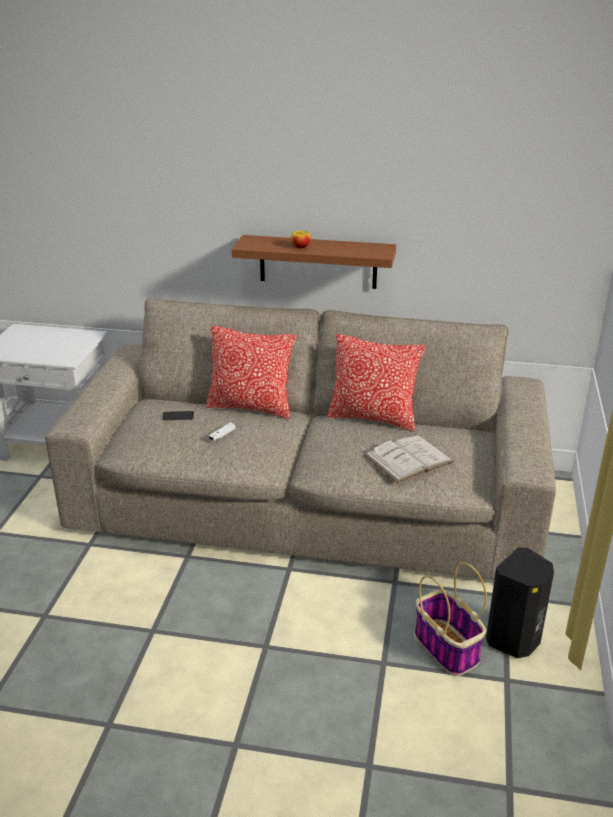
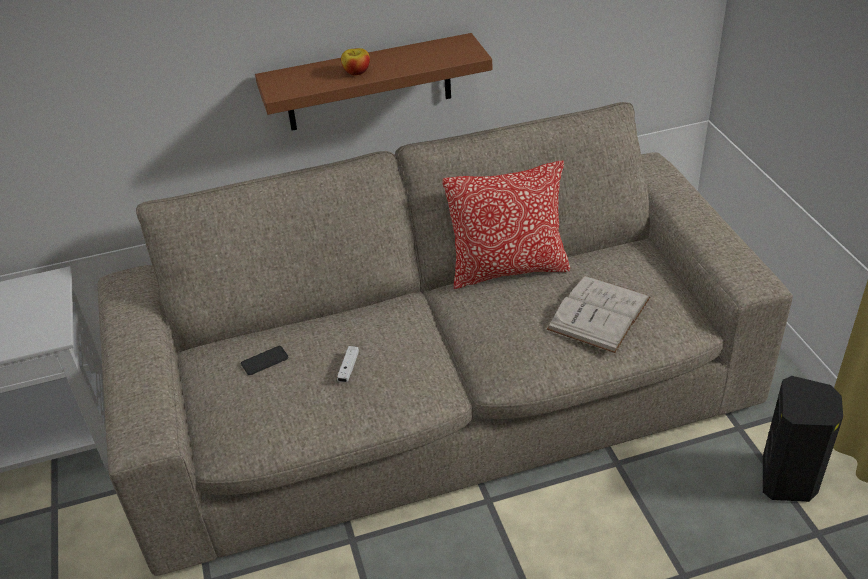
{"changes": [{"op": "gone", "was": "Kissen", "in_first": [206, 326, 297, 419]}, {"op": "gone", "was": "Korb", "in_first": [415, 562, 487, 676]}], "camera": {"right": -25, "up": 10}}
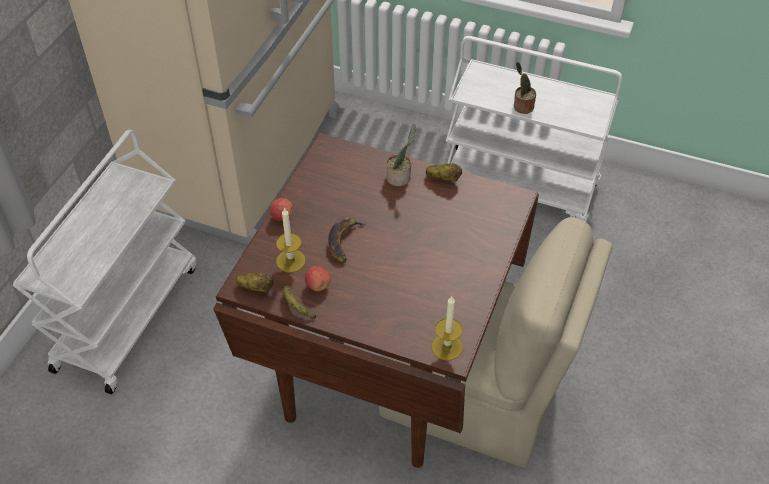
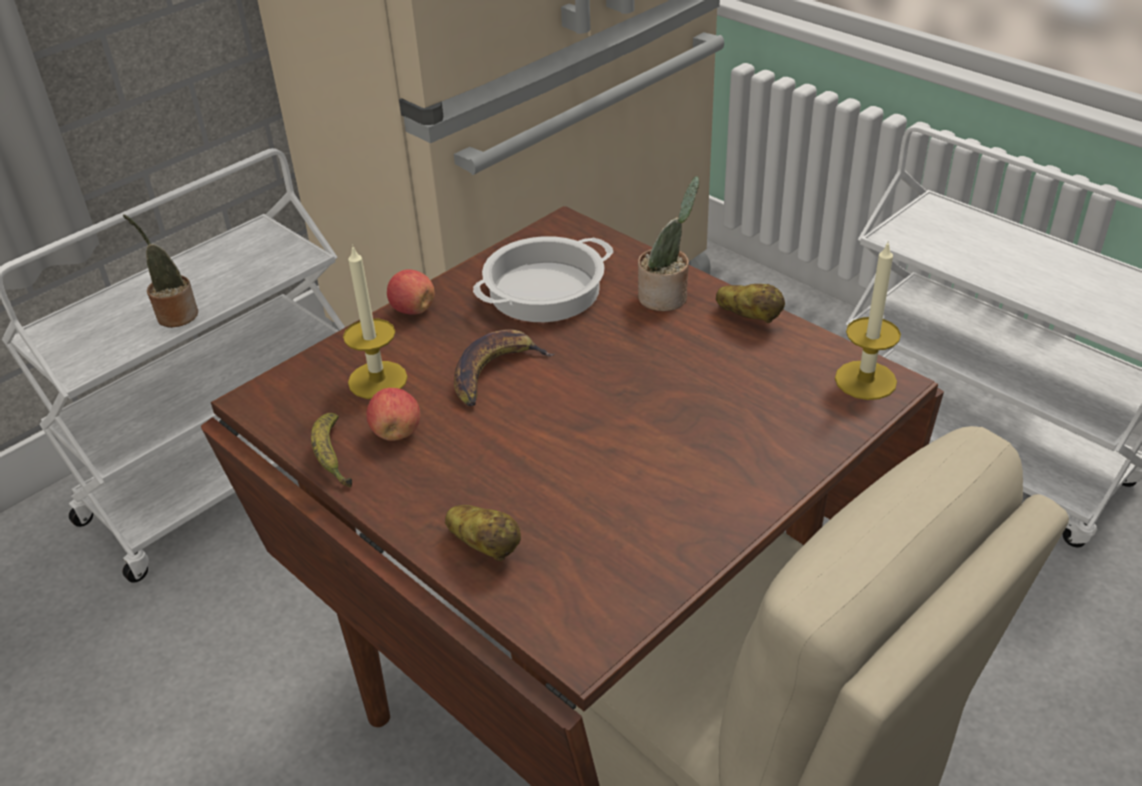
{"changes": [{"op": "shifted", "was": "Topfpflanze", "in_first": [514, 62, 536, 114], "in_second": [123, 215, 198, 328]}, {"op": "shifted", "was": "Kartoffel", "in_first": [236, 273, 274, 293], "in_second": [445, 505, 521, 561]}, {"op": "new", "now": "Kochtopf", "in_second": [473, 236, 614, 322]}, {"op": "shifted", "was": "Kerze", "in_first": [431, 296, 463, 361], "in_second": [835, 243, 901, 400]}], "camera": {"right": 25, "up": -10}}
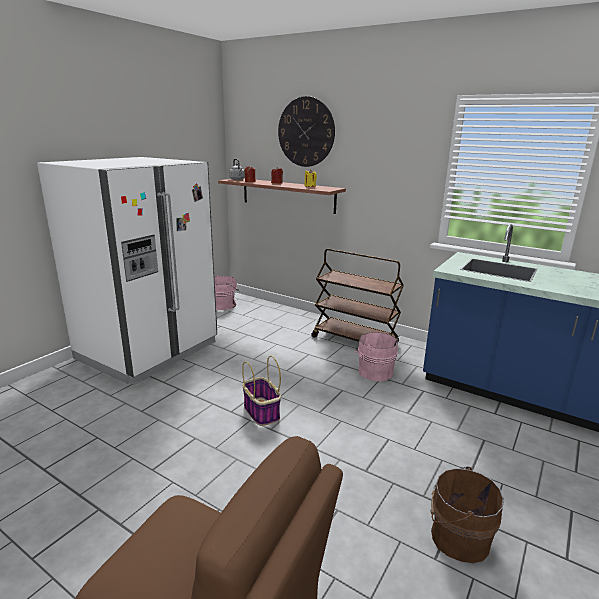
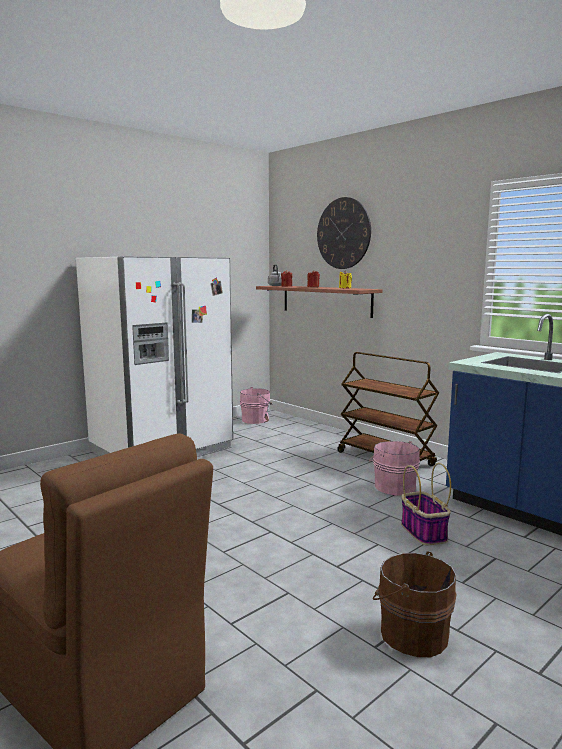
{"changes": [{"op": "shifted", "was": "Korb", "in_first": [242, 356, 281, 426], "in_second": [401, 463, 451, 545]}], "camera": {"right": 15, "up": -10}}
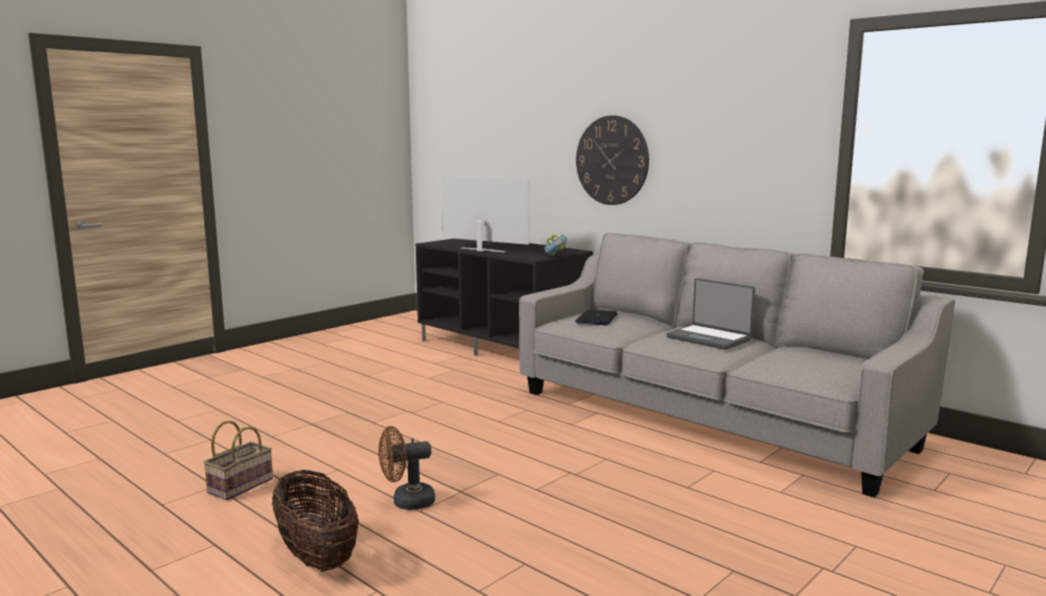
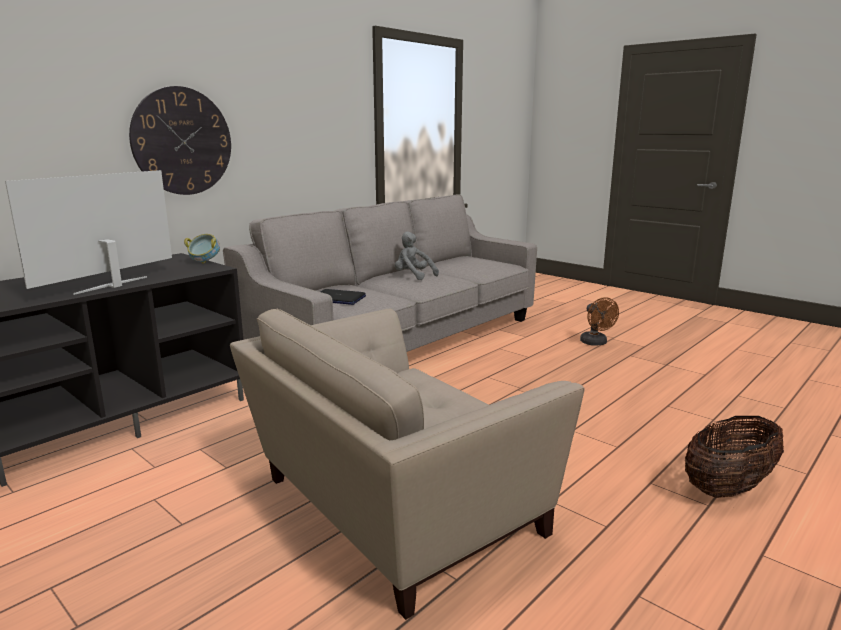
{"changes": [{"op": "new", "now": "Sessel [beige]", "in_second": [230, 309, 585, 620]}, {"op": "swapped", "was": "Laptop", "now": "Plüschtier [grau]", "in_first": [666, 278, 755, 350], "in_second": [395, 231, 439, 280]}, {"op": "shifted", "was": "Ventilator [braun]", "in_first": [378, 426, 435, 510], "in_second": [580, 297, 619, 346]}, {"op": "gone", "was": "Korb", "in_first": [203, 420, 273, 500]}], "camera": {"right": -90, "up": 5}}
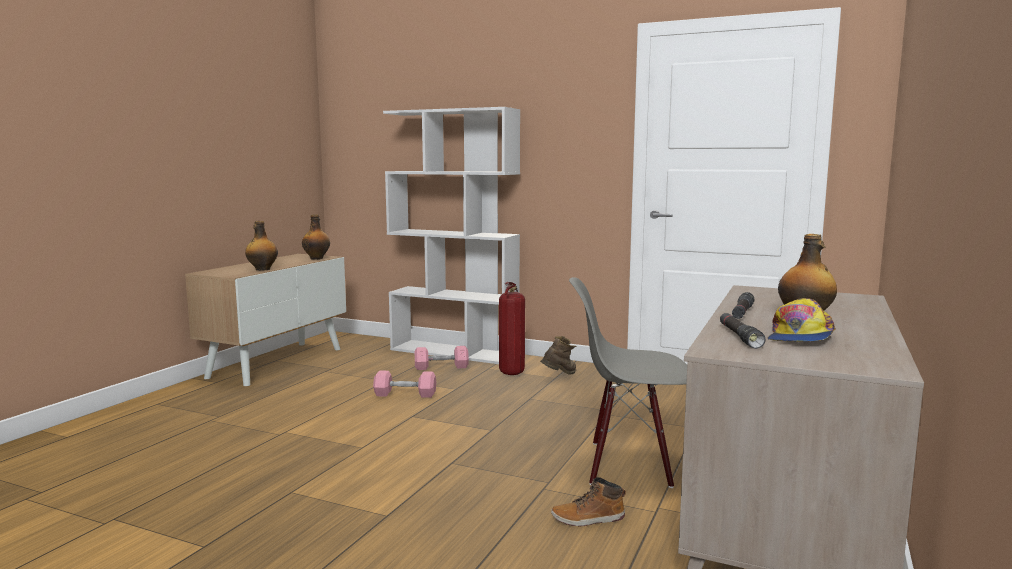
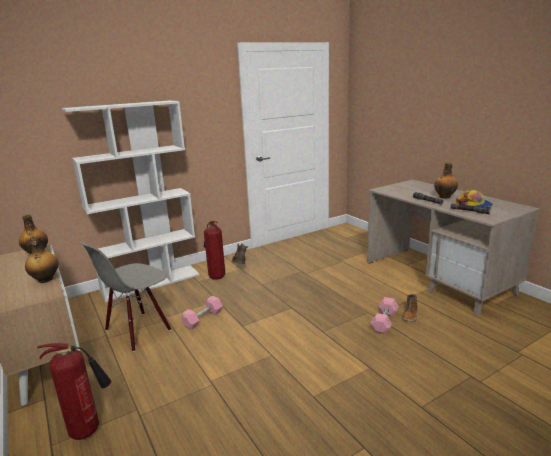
{"changes": [{"op": "new", "now": "Feuerlöscher", "in_second": [37, 343, 112, 440]}, {"op": "shifted", "was": "Stuhl [grau]", "in_first": [569, 277, 687, 488], "in_second": [79, 241, 171, 352]}, {"op": "shifted", "was": "Hantel [rosa]", "in_first": [415, 346, 469, 370], "in_second": [370, 297, 399, 334]}], "camera": {"right": -55, "up": 10}}
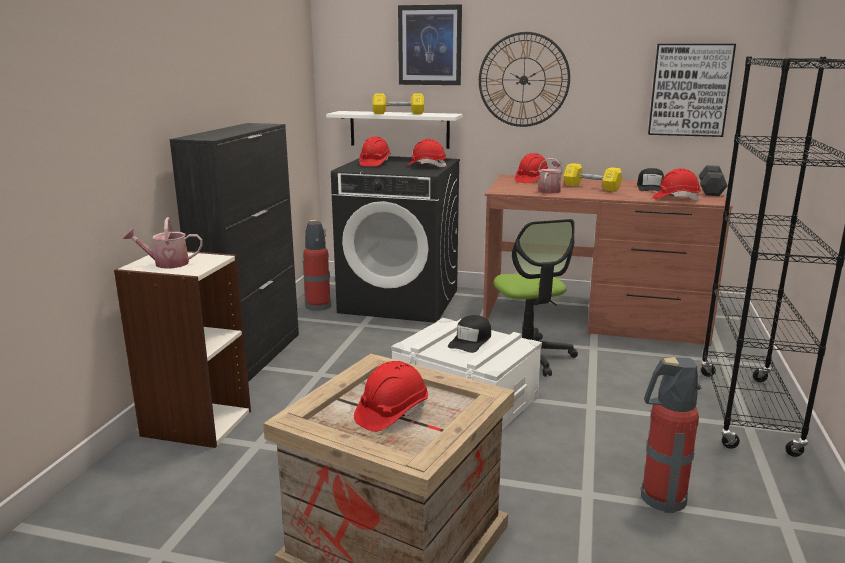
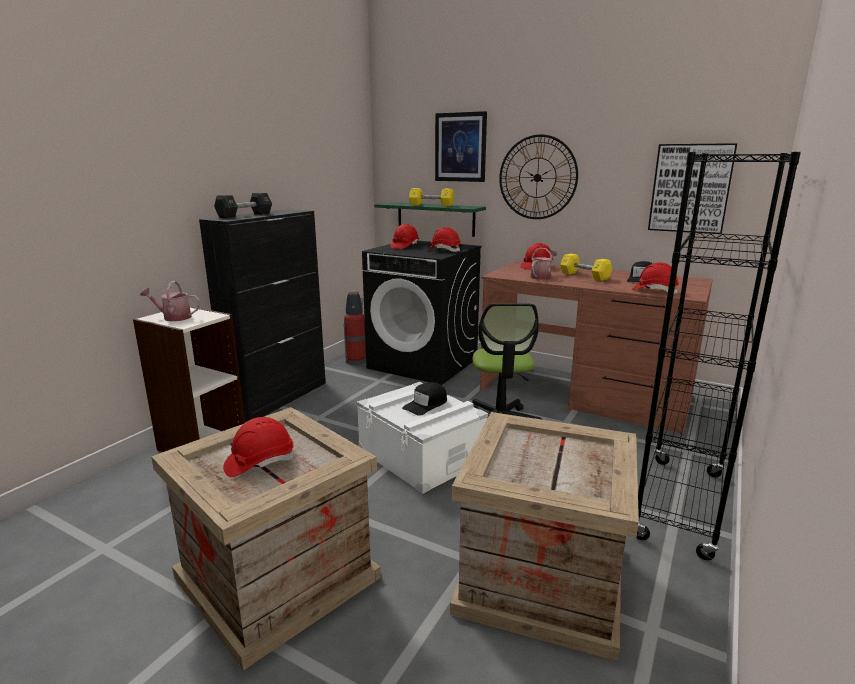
{"changes": [{"op": "shifted", "was": "Hantel [schwarz]", "in_first": [699, 165, 728, 196], "in_second": [214, 193, 272, 218]}, {"op": "repainted", "was": "Wandregal [weiß]", "now": "Wandregal [grün]", "in_first": [326, 111, 463, 149], "in_second": [374, 202, 486, 237]}, {"op": "swapped", "was": "Feuerlöscher", "now": "Kiste", "in_first": [641, 357, 702, 513], "in_second": [450, 412, 639, 661]}], "camera": {"right": 15, "up": 0}}
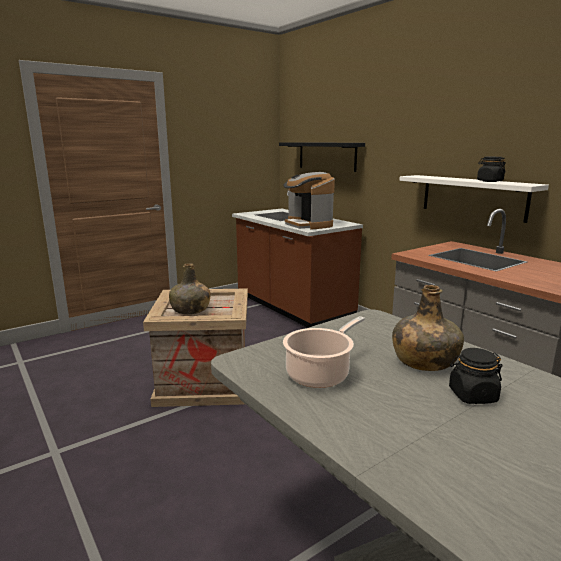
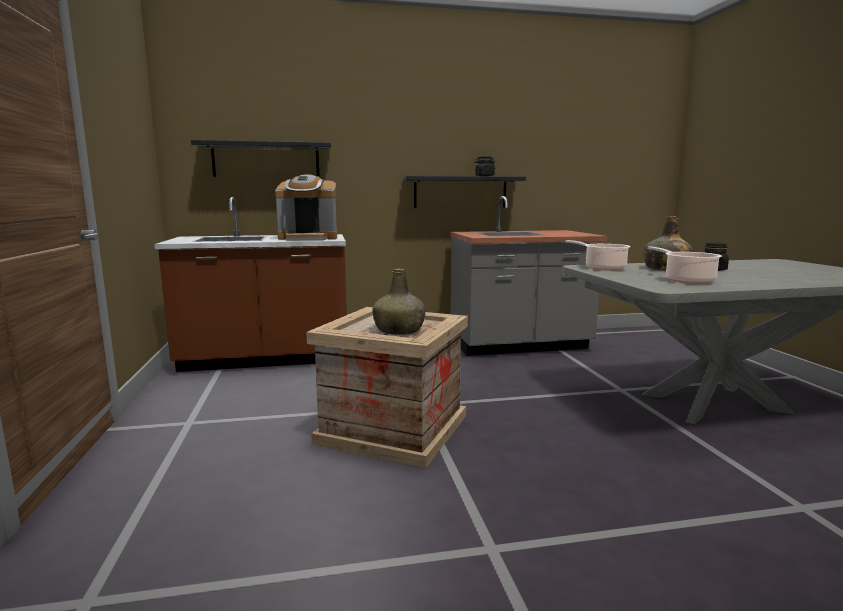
{"changes": [{"op": "repainted", "was": "Wandregal [weiß]", "now": "Wandregal [schwarz]", "in_first": [399, 175, 549, 223], "in_second": [403, 176, 526, 208]}, {"op": "new", "now": "Kochtopf", "in_second": [565, 240, 631, 271]}], "camera": {"right": -65, "up": -5}}
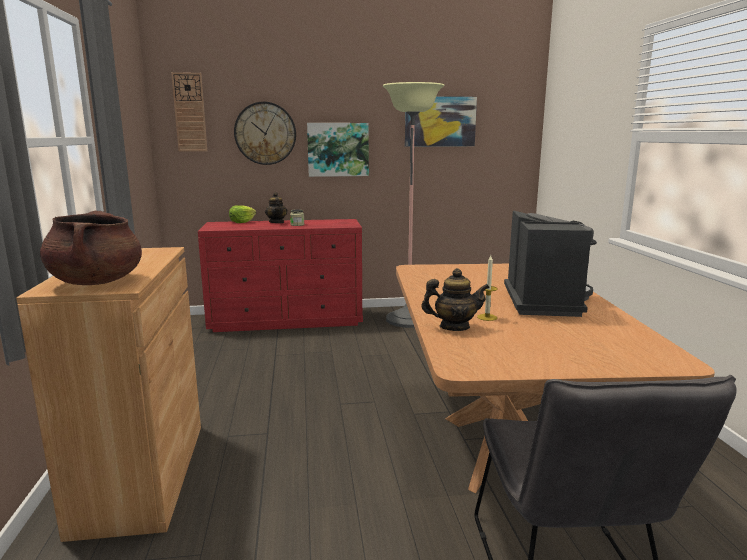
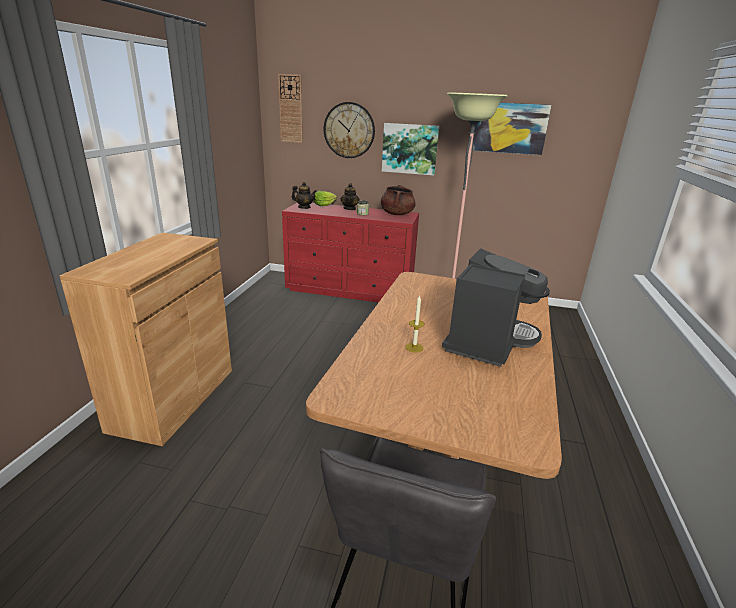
{"changes": [{"op": "shifted", "was": "Teekanne", "in_first": [421, 268, 490, 331], "in_second": [292, 182, 317, 209]}, {"op": "shifted", "was": "Kochtopf [braun]", "in_first": [40, 211, 142, 285], "in_second": [381, 185, 415, 215]}], "camera": {"right": 20, "up": 10}}
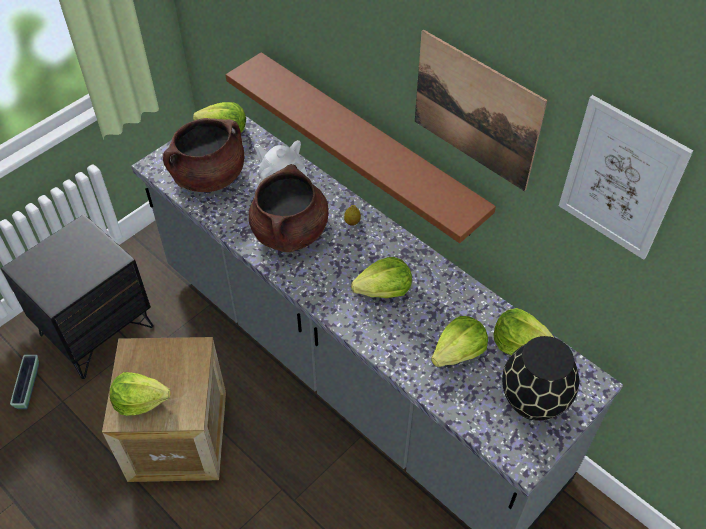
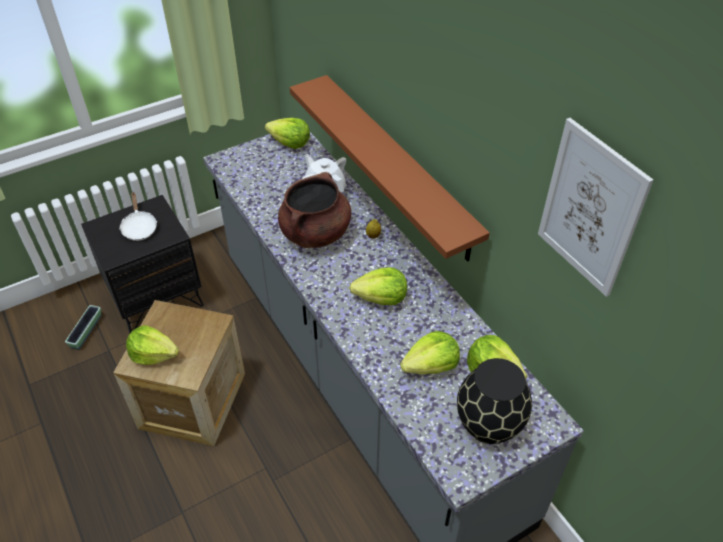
{"changes": [{"op": "new", "now": "Pfanne [weiß]", "in_second": [119, 192, 157, 241]}, {"op": "gone", "was": "Kochtopf [braun]", "in_first": [163, 118, 244, 192]}, {"op": "gone", "was": "Bild", "in_first": [415, 29, 547, 192]}], "camera": {"right": 15, "up": -5}}
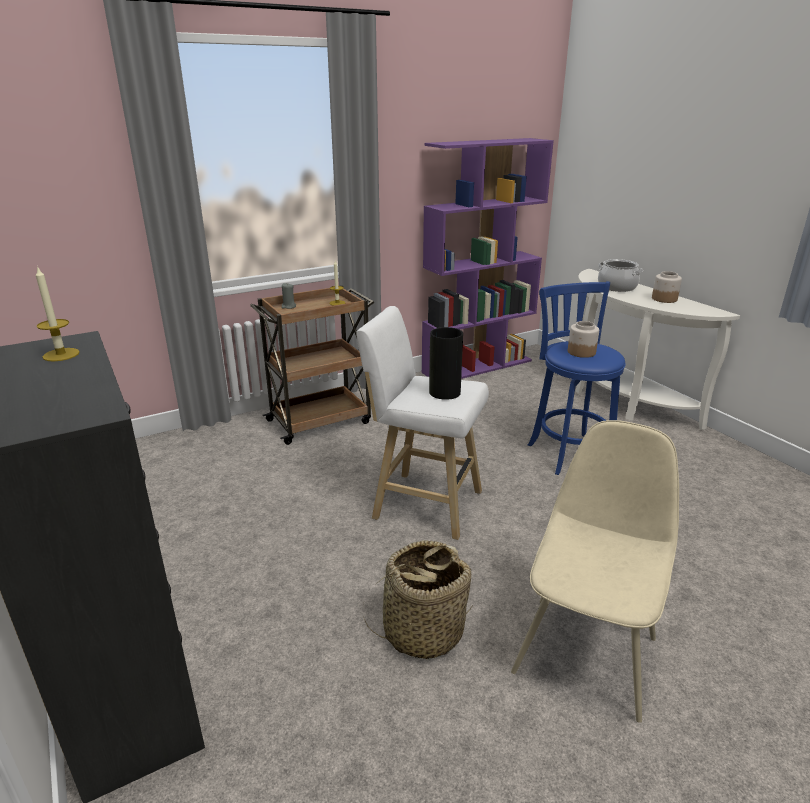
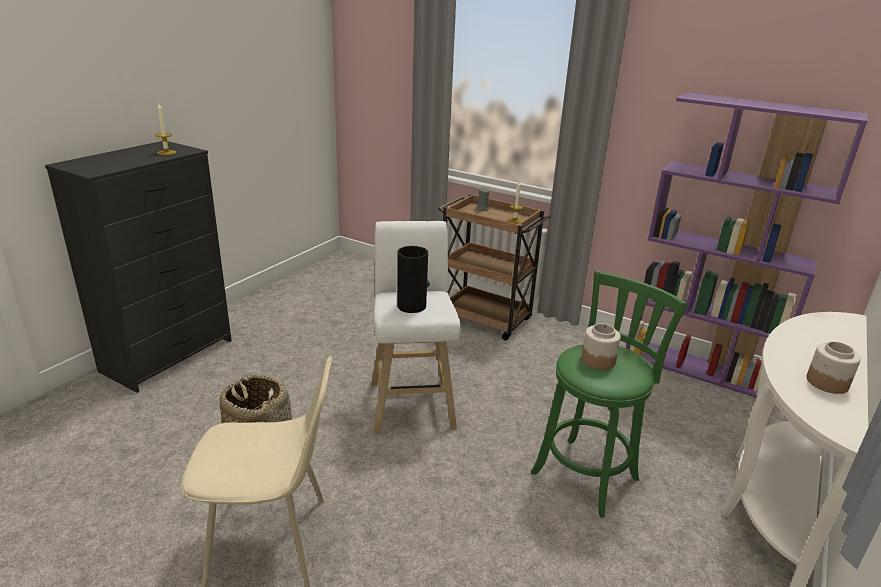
{"changes": [{"op": "repainted", "was": "Hocker [blau]", "now": "Hocker [grün]", "in_first": [528, 281, 626, 475], "in_second": [531, 271, 687, 518]}, {"op": "gone", "was": "Kochtopf", "in_first": [598, 259, 643, 292]}], "camera": {"right": 60, "up": 0}}
